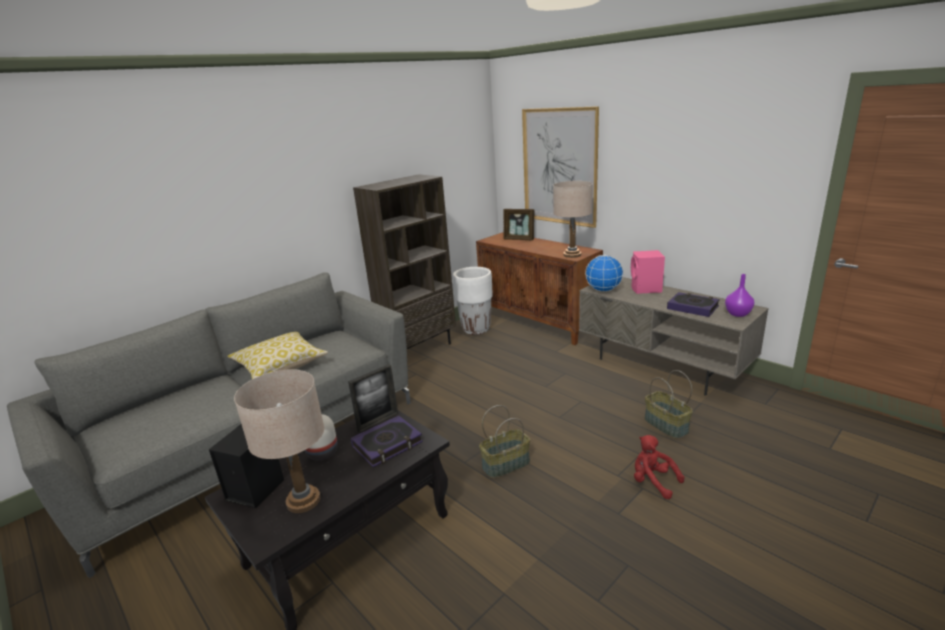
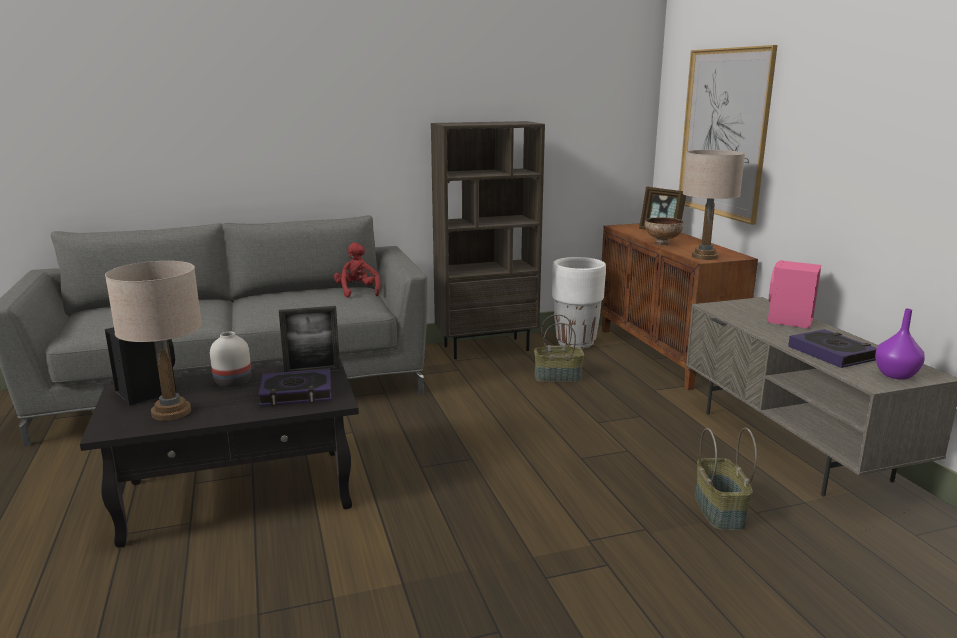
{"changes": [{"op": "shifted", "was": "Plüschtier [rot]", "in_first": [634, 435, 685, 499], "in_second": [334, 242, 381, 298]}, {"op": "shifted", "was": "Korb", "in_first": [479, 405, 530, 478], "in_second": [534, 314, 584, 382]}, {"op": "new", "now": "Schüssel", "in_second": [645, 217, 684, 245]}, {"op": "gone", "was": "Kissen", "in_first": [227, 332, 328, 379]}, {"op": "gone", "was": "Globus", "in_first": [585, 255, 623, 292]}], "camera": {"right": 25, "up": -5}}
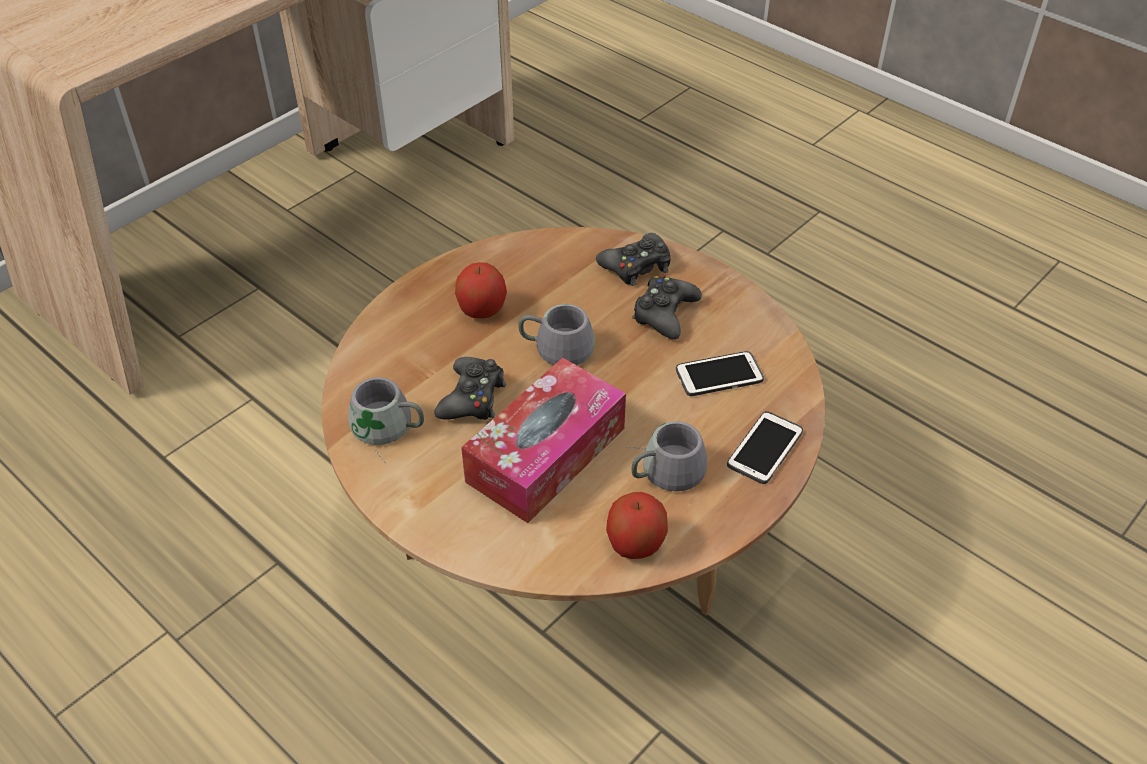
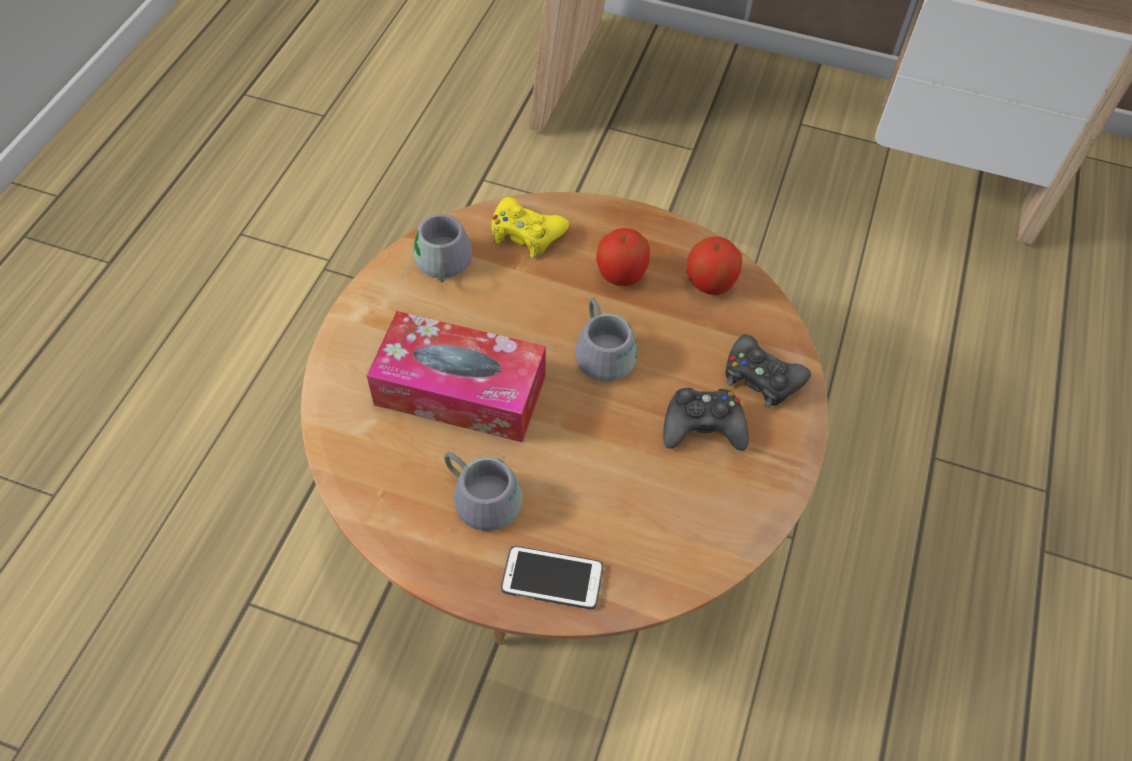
{"changes": [{"op": "new", "now": "Gamepad [gelb]", "in_second": [492, 197, 569, 258]}, {"op": "shifted", "was": "Apfel", "in_first": [606, 492, 668, 559], "in_second": [687, 236, 742, 295]}, {"op": "gone", "was": "Gamepad [schwarz]", "in_first": [434, 357, 506, 420]}, {"op": "gone", "was": "Handy", "in_first": [676, 351, 764, 396]}], "camera": {"right": 65, "up": 10}}
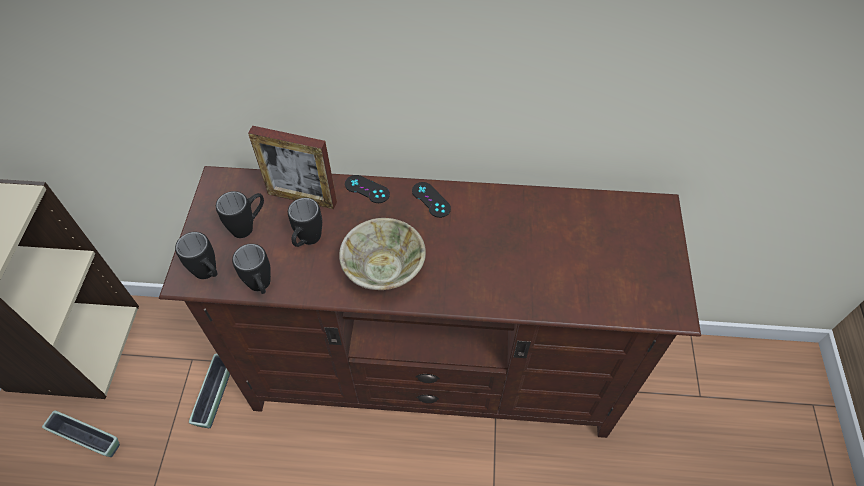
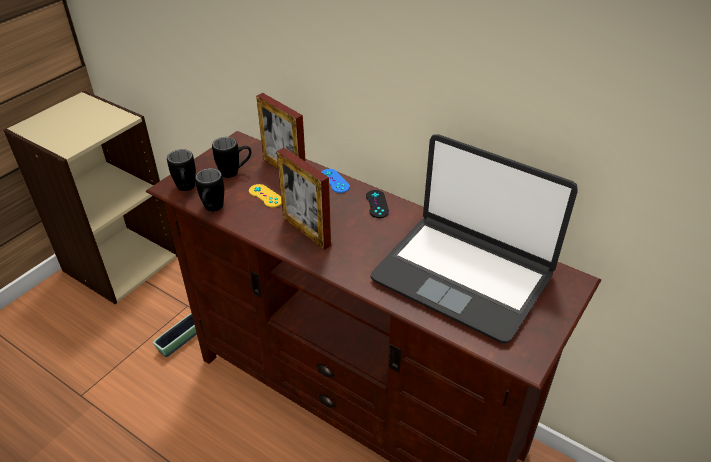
{"changes": [{"op": "swapped", "was": "Henkelbecher [schwarz]", "now": "Gamepad [gelb]", "in_first": [288, 198, 322, 247], "in_second": [249, 184, 282, 207]}, {"op": "swapped", "was": "Schüssel [beige]", "now": "Bilderrahmen", "in_first": [339, 218, 426, 290], "in_second": [277, 148, 331, 250]}, {"op": "repainted", "was": "Gamepad [schwarz]", "now": "Gamepad [blau]", "in_first": [345, 175, 390, 203], "in_second": [321, 169, 350, 193]}, {"op": "new", "now": "Laptop", "in_second": [370, 134, 578, 344]}, {"op": "gone", "was": "Pflanzkübel", "in_first": [42, 410, 120, 457]}], "camera": {"right": 30, "up": -15}}
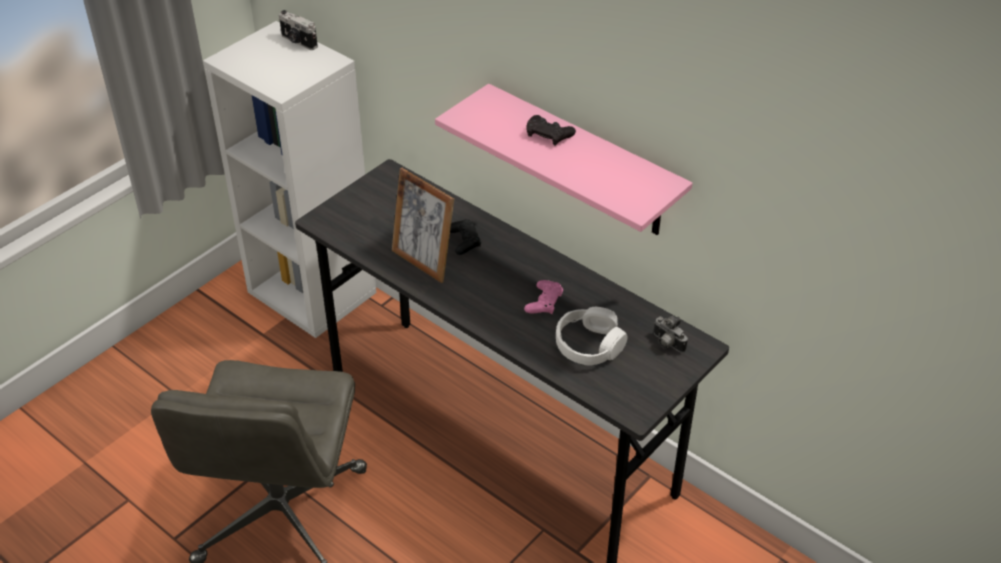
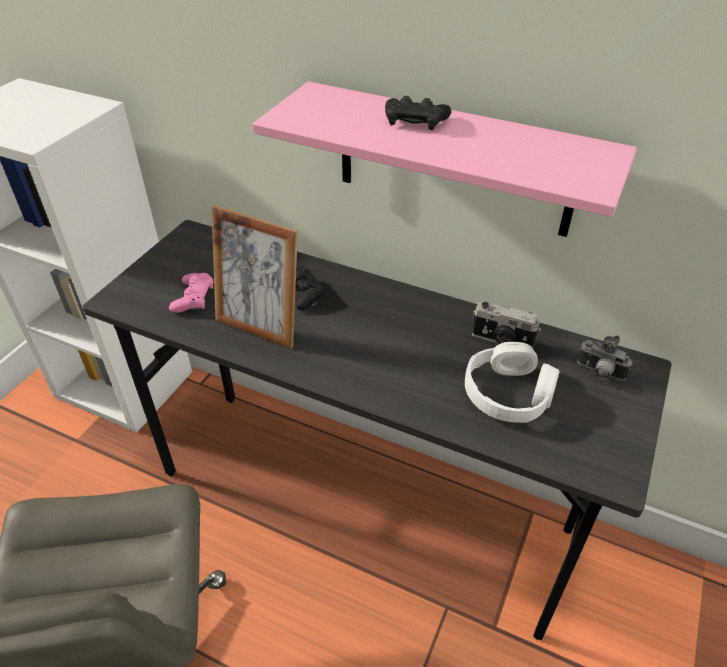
{"changes": [{"op": "shifted", "was": "Gamepad [rosa]", "in_first": [524, 280, 563, 314], "in_second": [169, 273, 214, 313]}, {"op": "shifted", "was": "Kamera", "in_first": [279, 10, 318, 50], "in_second": [472, 302, 541, 348]}], "camera": {"right": -15, "up": 0}}
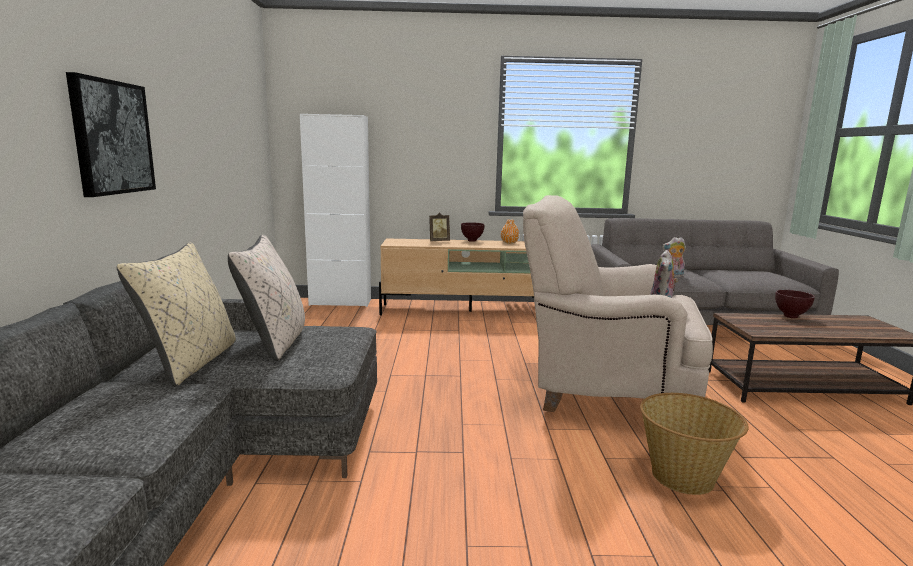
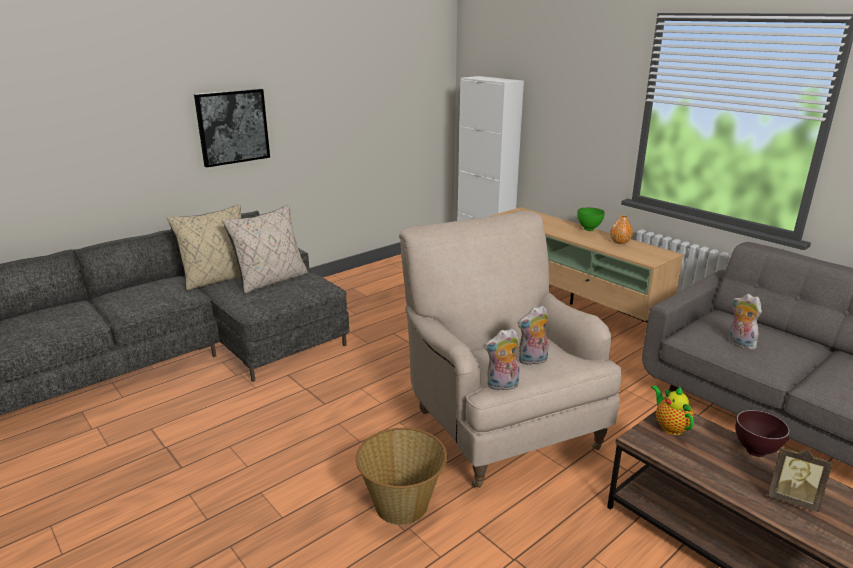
{"changes": [{"op": "new", "now": "Plüschtier", "in_second": [484, 328, 519, 391]}, {"op": "repainted", "was": "Schüssel [braun]", "now": "Schüssel [grün]", "in_first": [461, 222, 485, 242], "in_second": [577, 207, 605, 231]}, {"op": "new", "now": "Teekanne", "in_second": [651, 385, 694, 435]}, {"op": "shifted", "was": "Bilderrahmen", "in_first": [429, 213, 450, 241], "in_second": [768, 447, 833, 512]}], "camera": {"right": 50, "up": 10}}
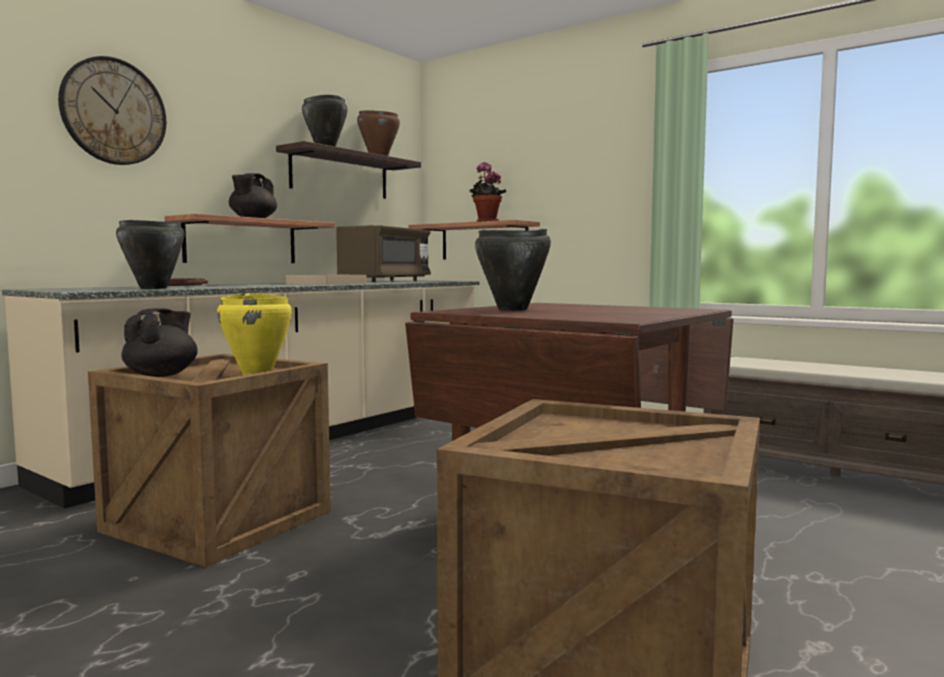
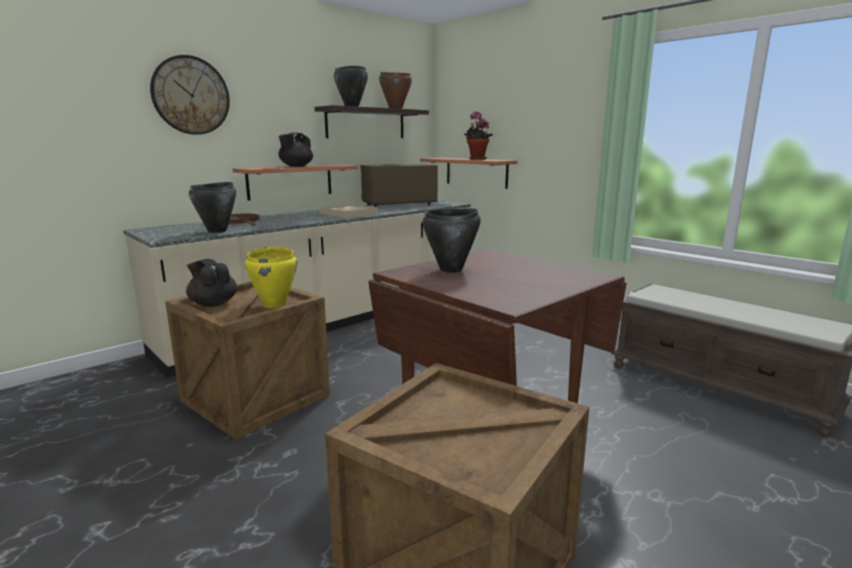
{"changes": [{"op": "rotated", "was": "Teekanne [schwarz]", "in_first": [121, 308, 198, 377], "in_second": [186, 259, 238, 307], "clockwise": -75}, {"op": "rotated", "was": "Mikrowelle [braun]", "in_first": [336, 225, 431, 282], "in_second": [360, 164, 438, 207], "clockwise": -150}], "camera": {"right": 10, "up": 10}}
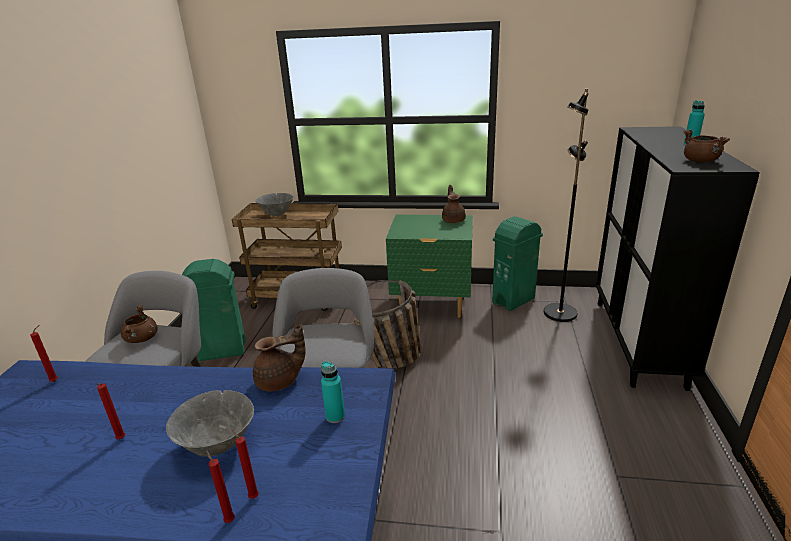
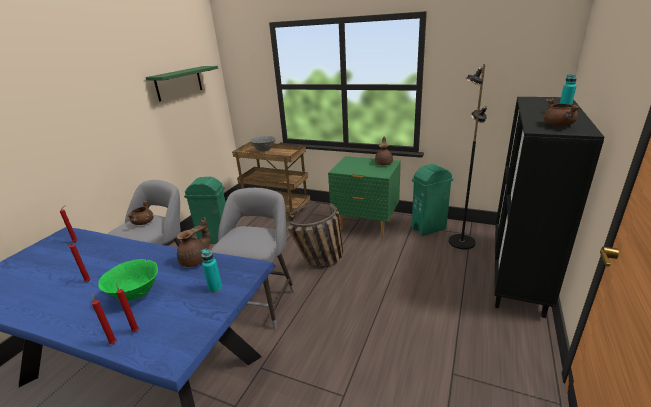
{"changes": [{"op": "repainted", "was": "Schüssel [grau]", "now": "Schüssel [grün]", "in_first": [166, 390, 254, 457], "in_second": [98, 259, 158, 301]}, {"op": "new", "now": "Wandregal [grün]", "in_second": [145, 66, 218, 101]}, {"op": "rotated", "was": "Teekanne [braun]", "in_first": [253, 324, 306, 391], "in_second": [177, 217, 210, 267], "clockwise": -45}], "camera": {"right": 15, "up": 0}}
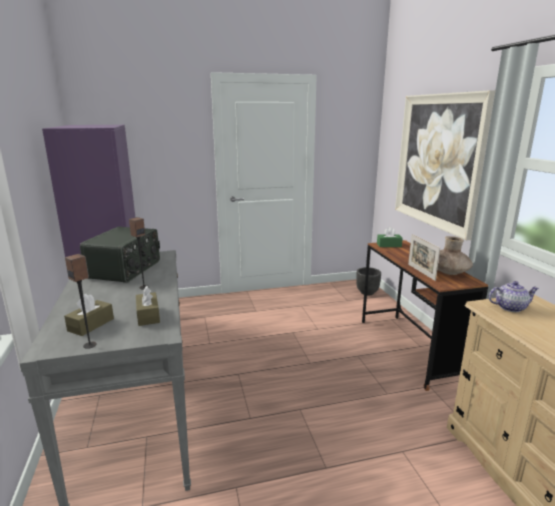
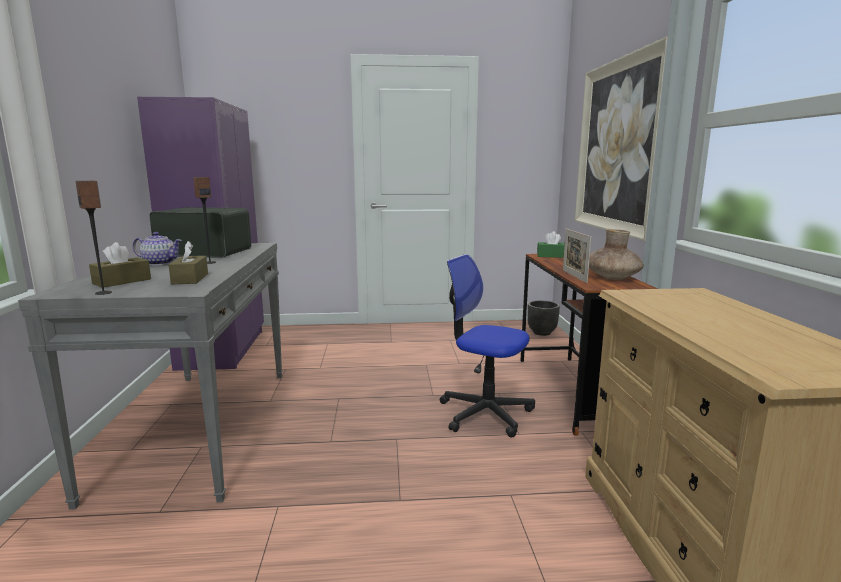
{"changes": [{"op": "shifted", "was": "Teekanne", "in_first": [489, 281, 539, 312], "in_second": [133, 232, 182, 265]}, {"op": "rotated", "was": "Radio", "in_first": [80, 226, 160, 283], "in_second": [149, 207, 251, 258], "clockwise": -105}, {"op": "new", "now": "Bürostuhl", "in_second": [440, 254, 535, 438]}], "camera": {"right": 10, "up": -5}}
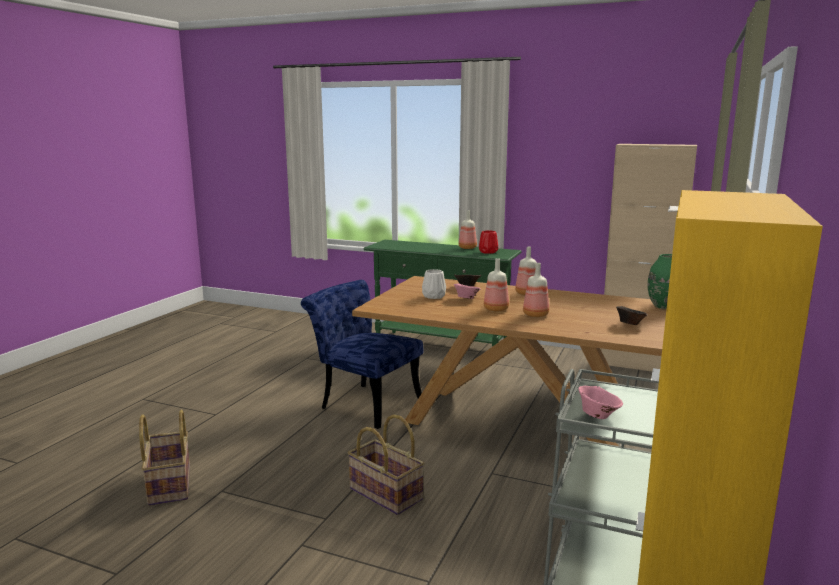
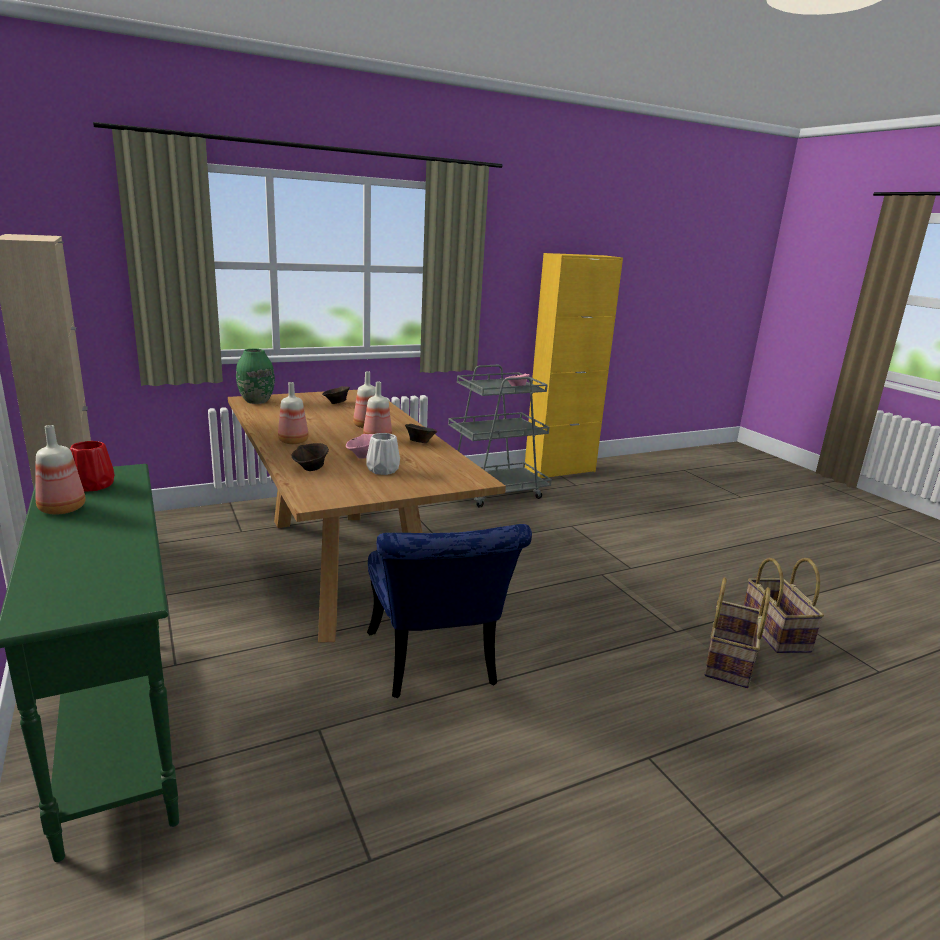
{"changes": [{"op": "new", "now": "Schüssel [braun]", "in_second": [405, 424, 437, 443]}, {"op": "shifted", "was": "Korb", "in_first": [348, 414, 425, 515], "in_second": [744, 558, 824, 653]}], "camera": {"right": -140, "up": 5}}
